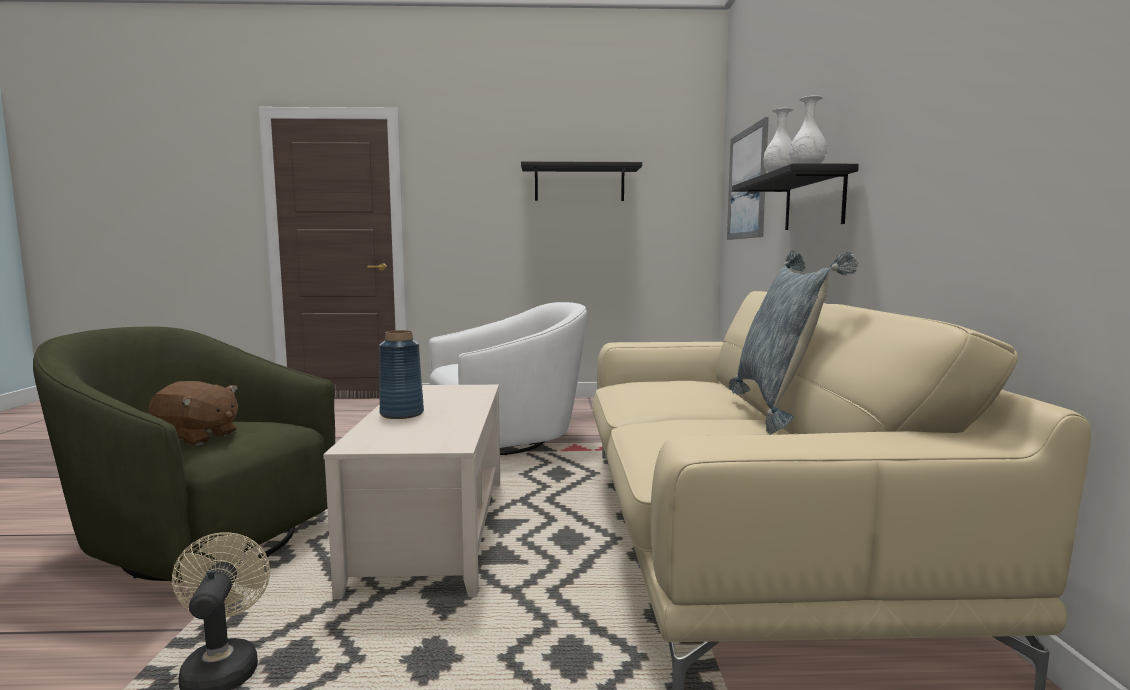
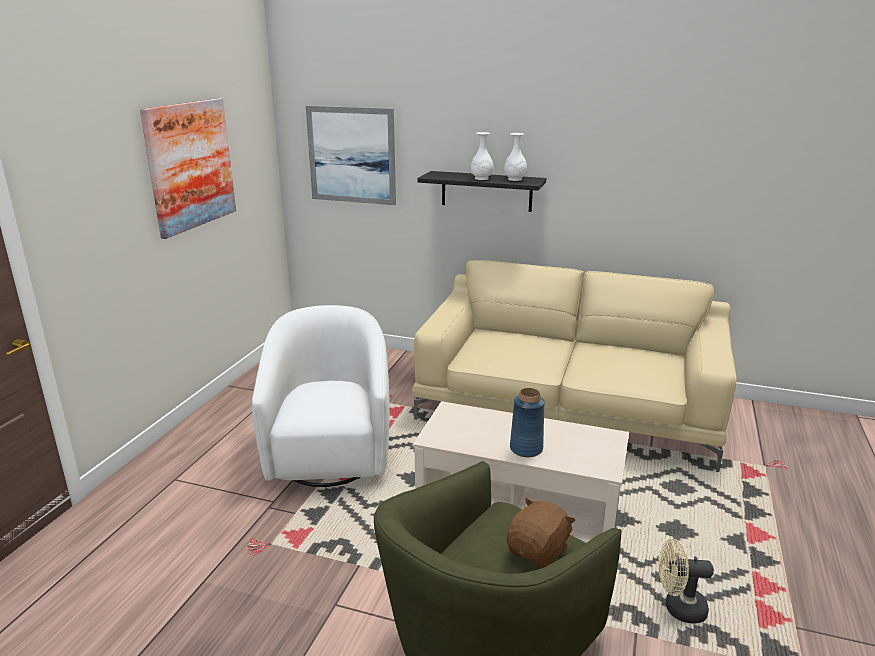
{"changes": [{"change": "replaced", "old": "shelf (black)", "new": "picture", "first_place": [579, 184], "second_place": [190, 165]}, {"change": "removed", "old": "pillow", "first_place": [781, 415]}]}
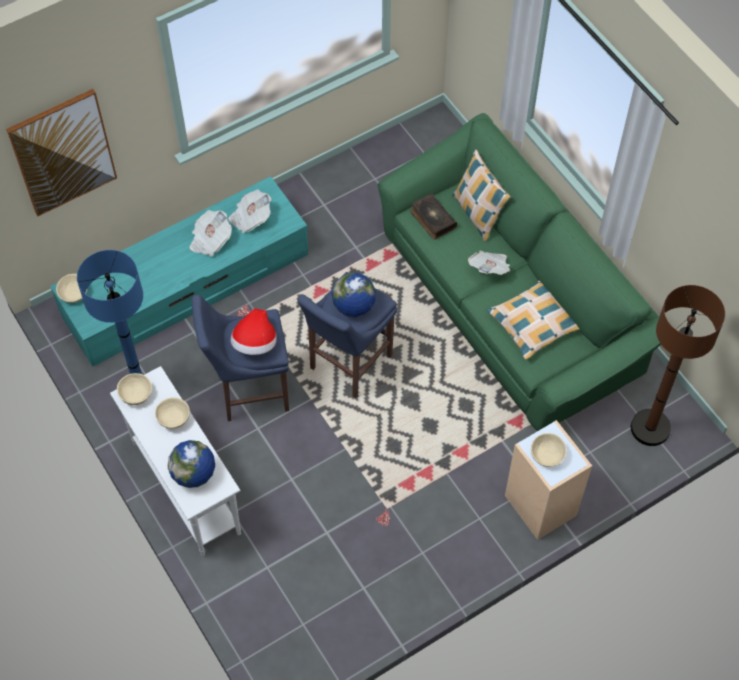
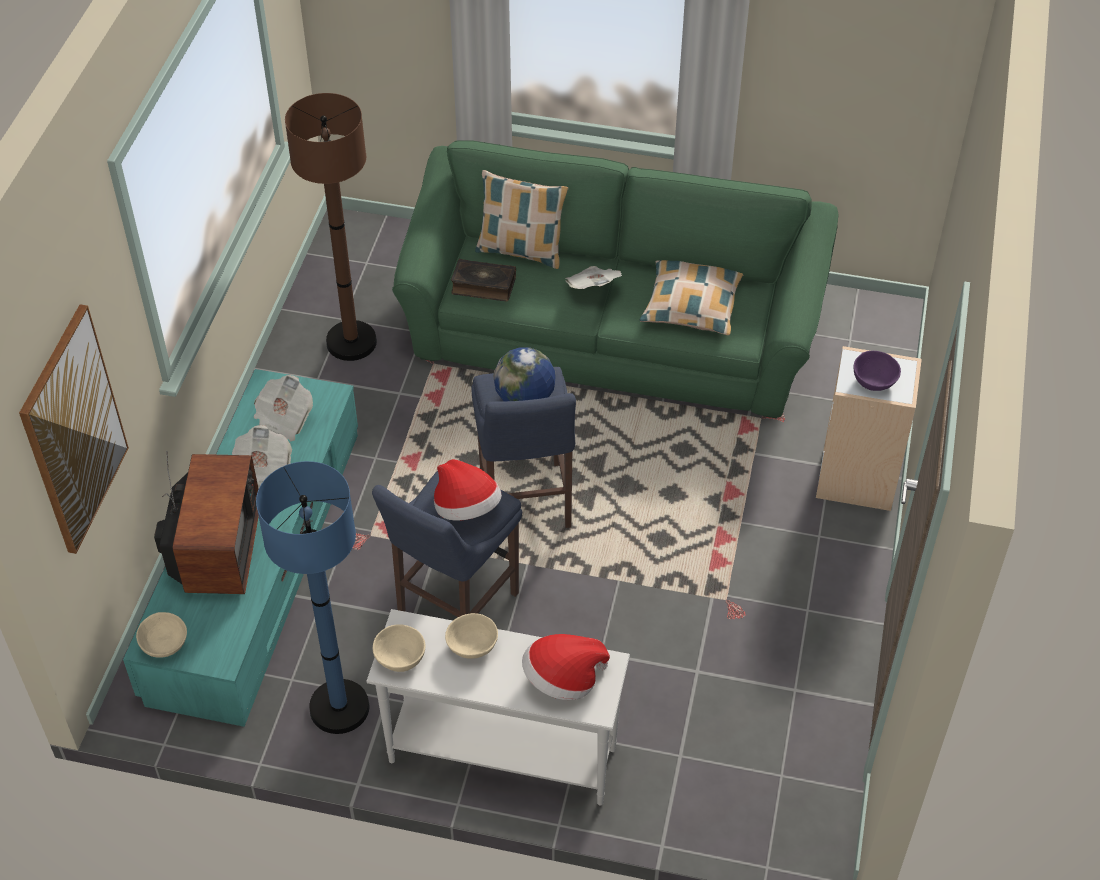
{"changes": [{"change": "replaced", "old": "globe", "new": "hat", "first_place": [194, 474], "second_place": [563, 679]}, {"change": "recoloured", "old": "bowl (beige)", "new": "bowl (purple)", "first_place": [546, 455], "second_place": [873, 381]}, {"change": "moved", "old": "floor lamp (brown)", "first_place": [650, 428], "second_place": [351, 342]}, {"change": "added", "new": "television", "second_place": [215, 552]}]}
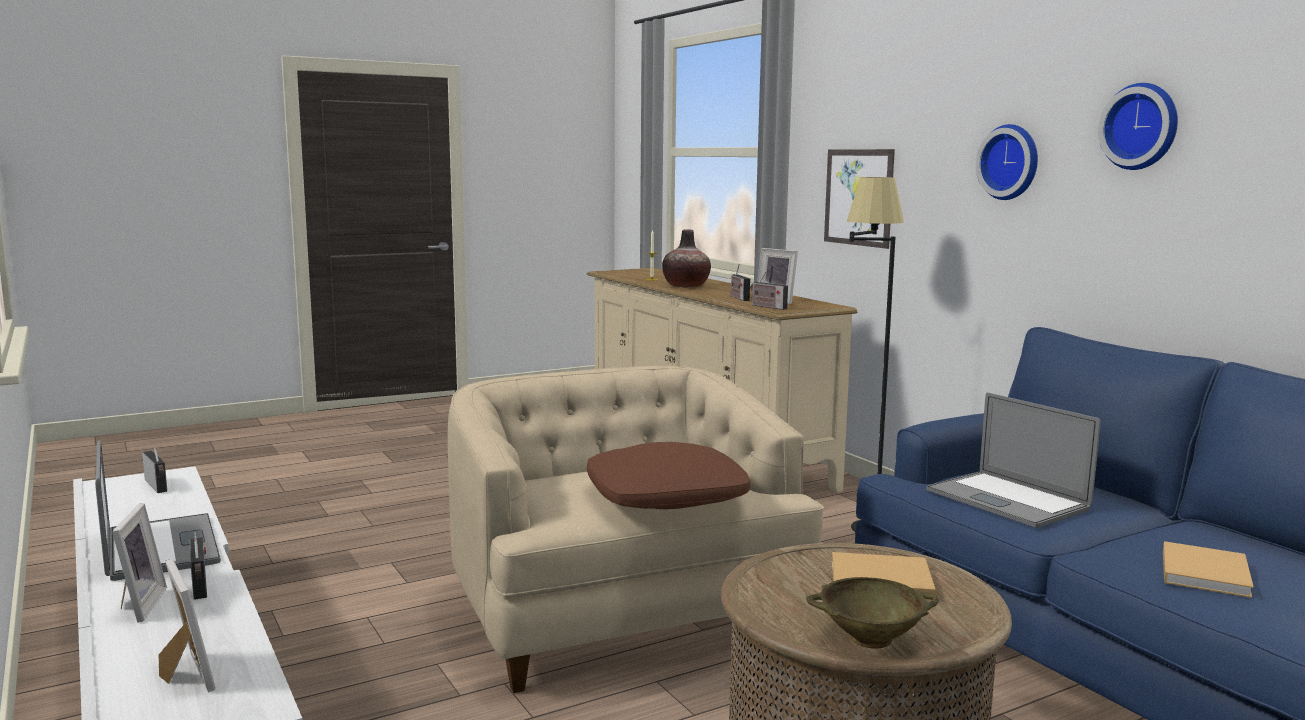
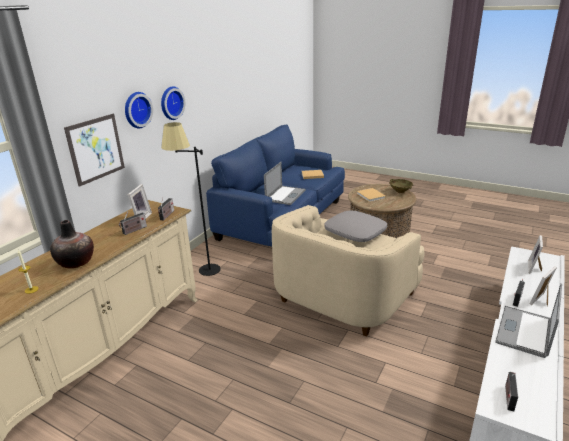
{"changes": [{"change": "recoloured", "old": "pillow (brown)", "new": "pillow (grey)", "first_place": [666, 496], "second_place": [355, 232]}, {"change": "moved", "old": "wall clock", "first_place": [1142, 126], "second_place": [136, 110]}]}
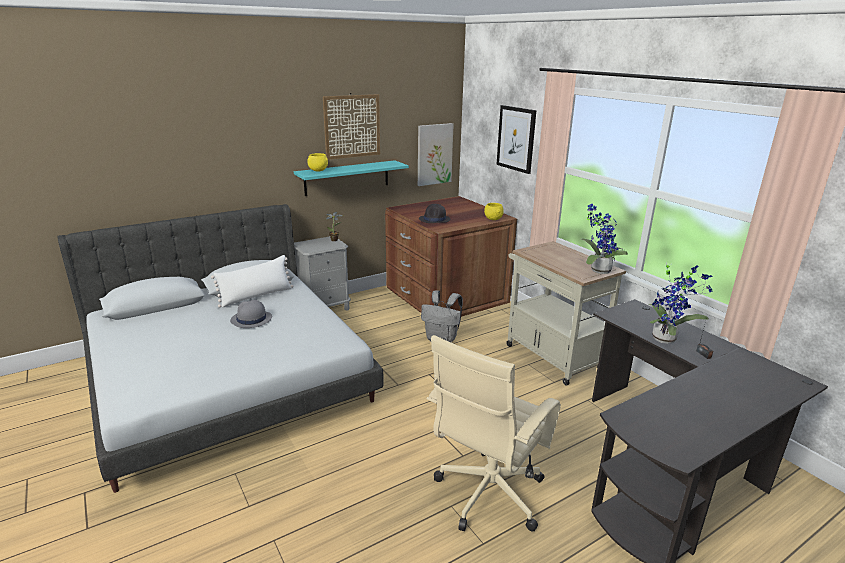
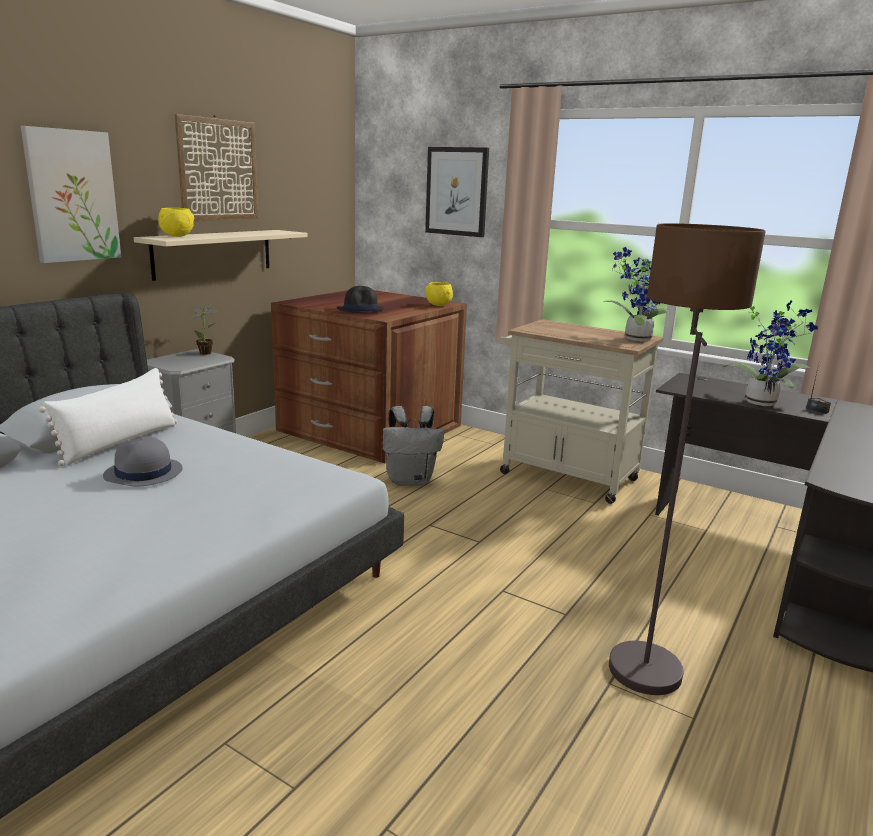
{"changes": [{"change": "recoloured", "old": "shelf (turquoise)", "new": "shelf (beige)", "first_place": [347, 177], "second_place": [213, 253]}, {"change": "moved", "old": "picture", "first_place": [434, 154], "second_place": [72, 196]}, {"change": "replaced", "old": "office chair (beige)", "new": "floor lamp (brown)", "first_place": [487, 496], "second_place": [643, 657]}]}
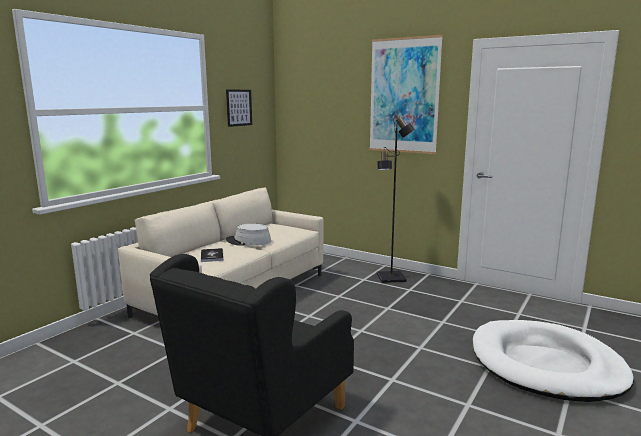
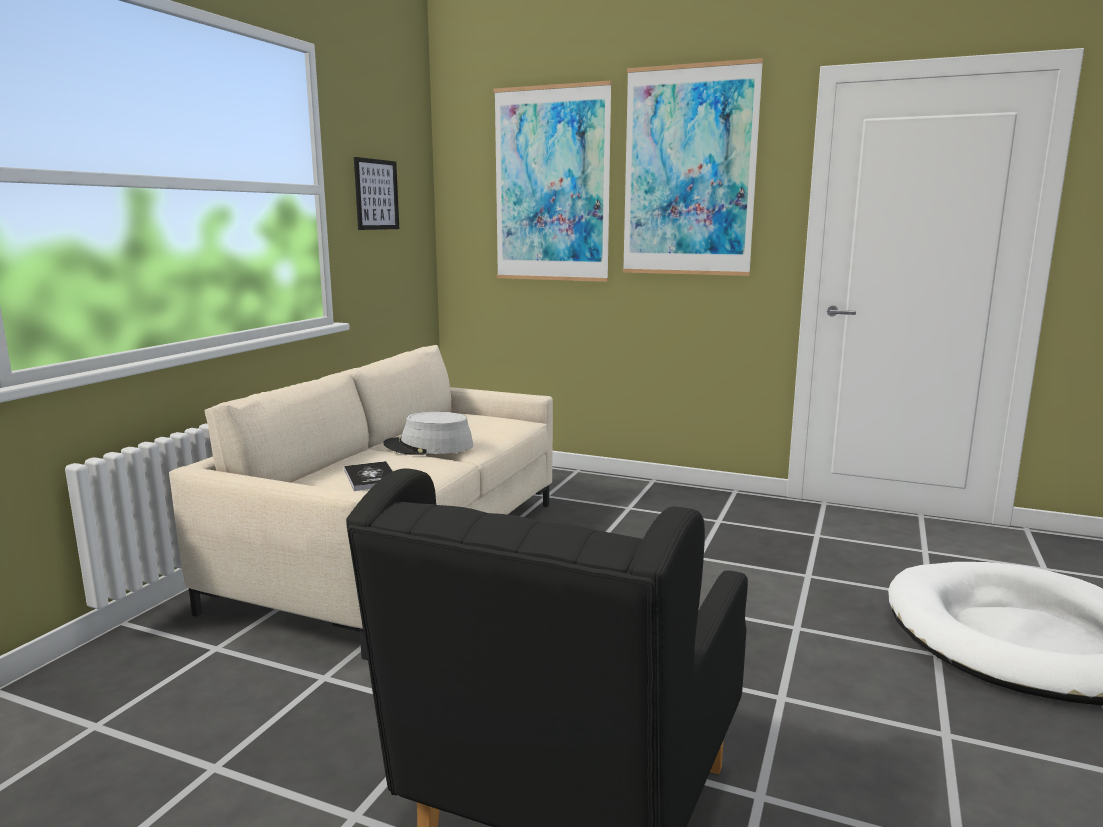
{"changes": [{"change": "removed", "old": "floor lamp (black)", "first_place": [391, 277]}, {"change": "added", "new": "picture", "second_place": [552, 185]}]}
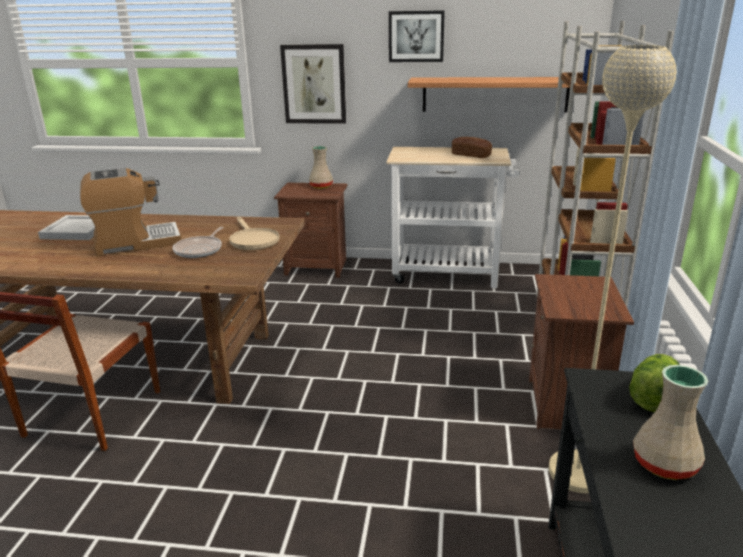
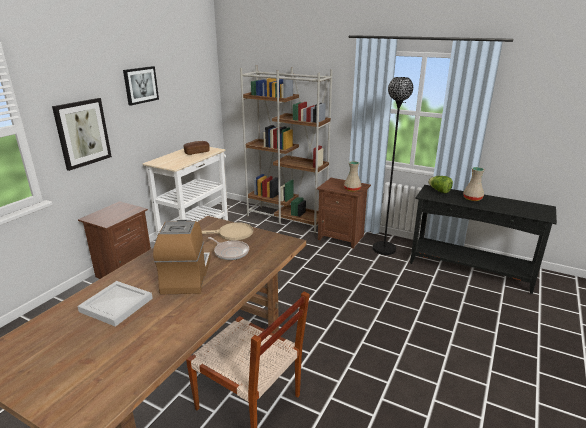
{"changes": [{"change": "moved", "old": "vase (beige)", "first_place": [320, 187], "second_place": [352, 189]}, {"change": "removed", "old": "shelf", "first_place": [494, 94]}, {"change": "recoloured", "old": "floor lamp (beige)", "new": "floor lamp (black)", "first_place": [578, 473], "second_place": [384, 249]}]}
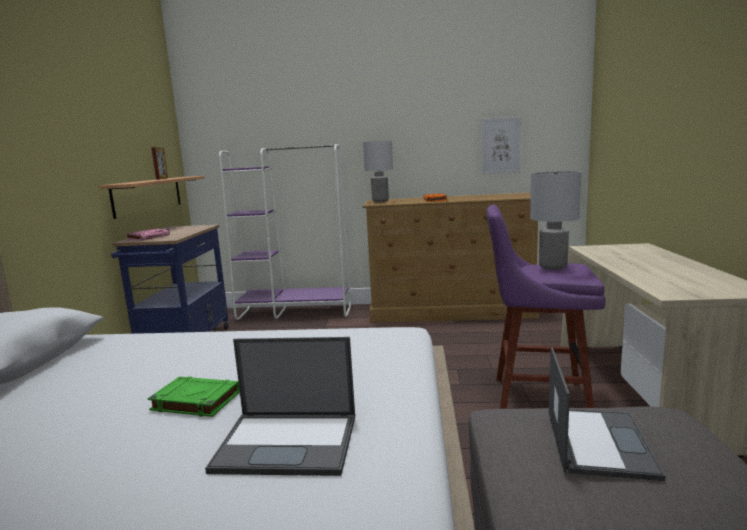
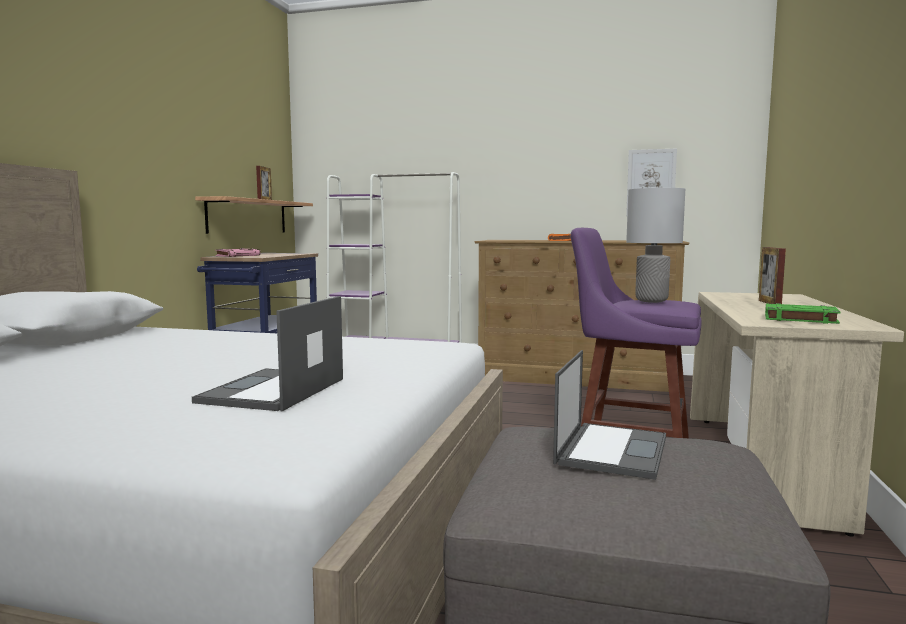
{"changes": [{"change": "moved", "old": "book (green)", "first_place": [195, 401], "second_place": [799, 319]}, {"change": "turned", "old": "laptop", "first_place": [289, 442], "second_place": [273, 391], "degrees": 90}, {"change": "removed", "old": "table lamp (grey)", "first_place": [380, 201]}, {"change": "added", "new": "picture frame", "second_place": [769, 303]}]}
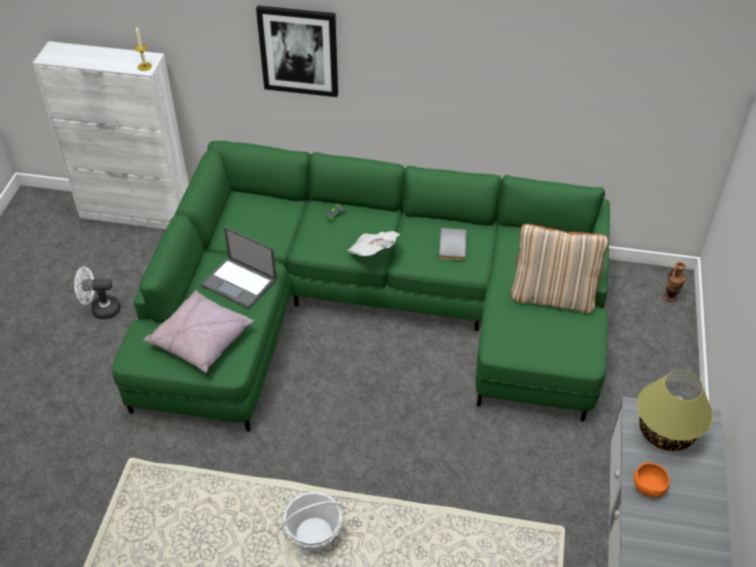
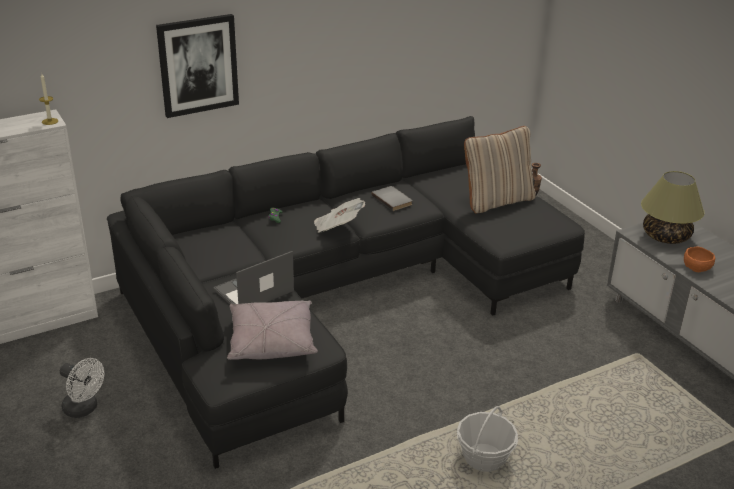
{"changes": [{"change": "turned", "old": "fan (white)", "first_place": [101, 310], "second_place": [84, 409], "degrees": -105}, {"change": "recoloured", "old": "sofa (green)", "new": "sofa (black)", "first_place": [369, 309], "second_place": [337, 296]}, {"change": "turned", "old": "laptop", "first_place": [240, 283], "second_place": [253, 291], "degrees": 150}]}
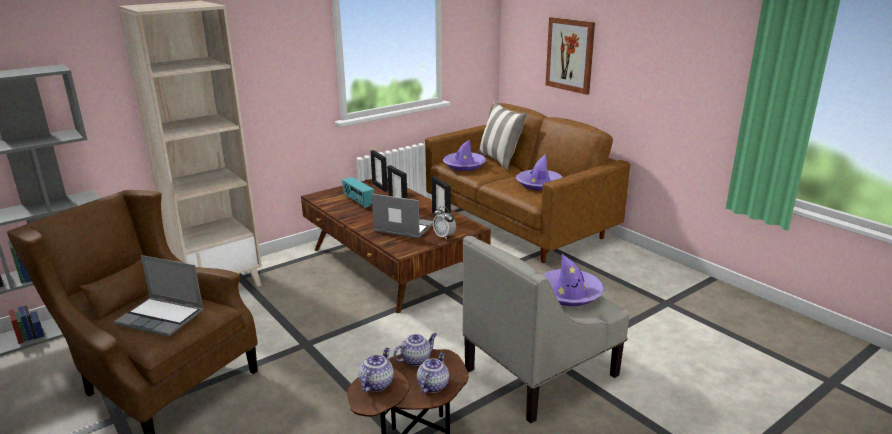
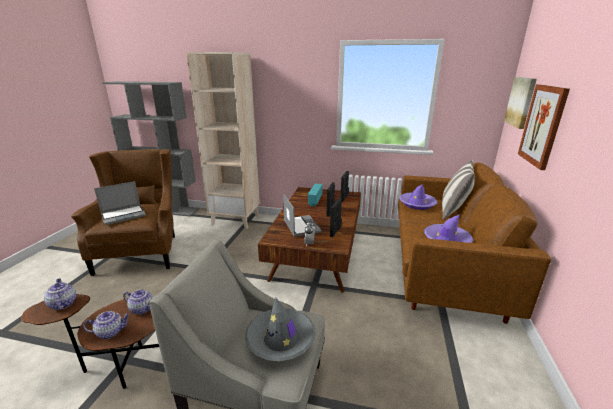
{"changes": [{"change": "turned", "old": "laptop", "first_place": [162, 317], "second_place": [124, 215], "degrees": -105}, {"change": "turned", "old": "teapot", "first_place": [376, 383], "second_place": [63, 304], "degrees": -105}, {"change": "recoloured", "old": "hat (purple)", "new": "hat (grey)", "first_place": [569, 293], "second_place": [281, 339]}, {"change": "added", "new": "picture", "second_place": [521, 102]}]}
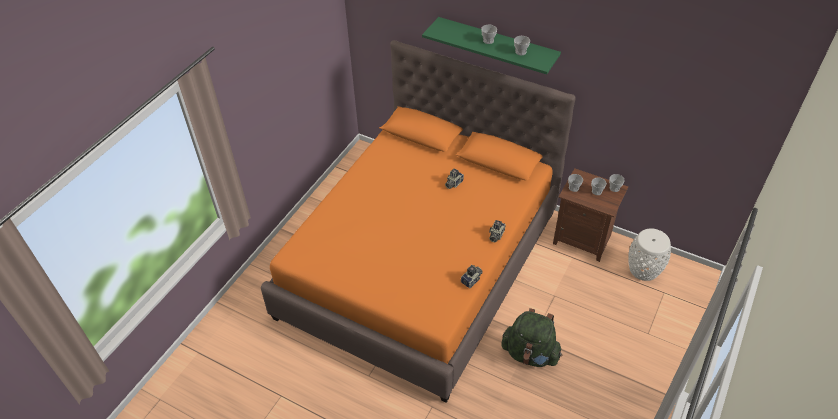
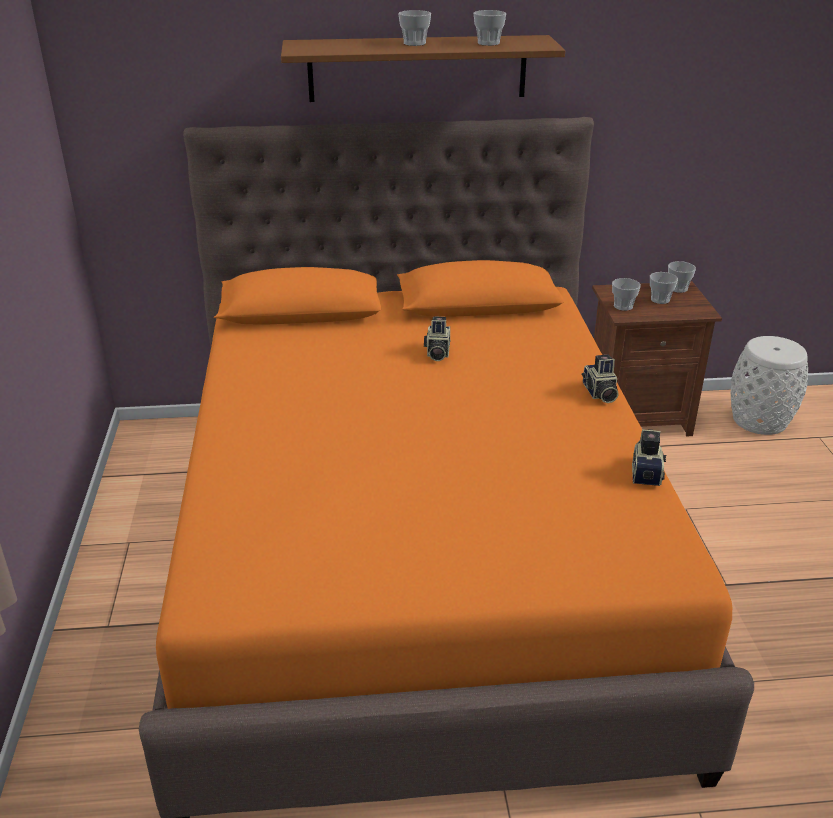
{"changes": [{"change": "recoloured", "old": "shelf (green)", "new": "shelf (brown)", "first_place": [496, 46], "second_place": [417, 68]}, {"change": "removed", "old": "backpack (green)", "first_place": [530, 353]}]}
